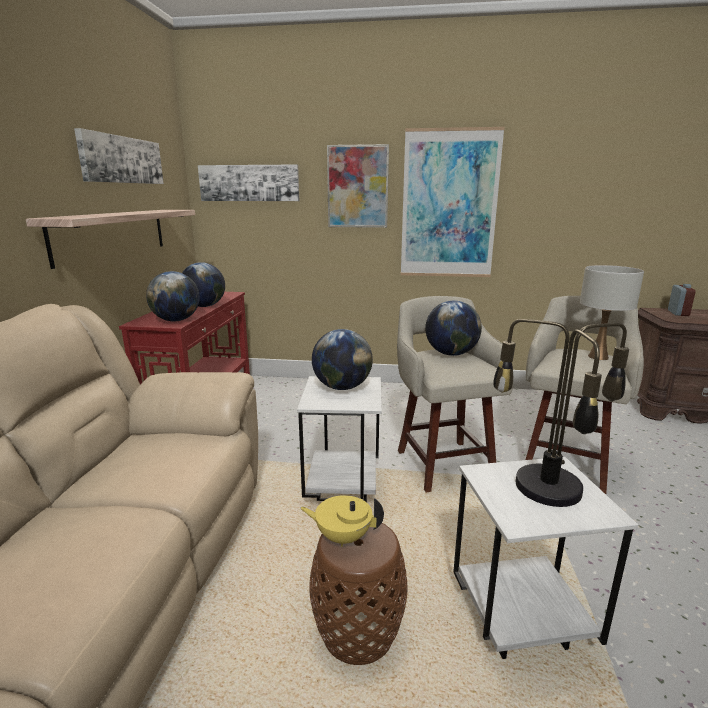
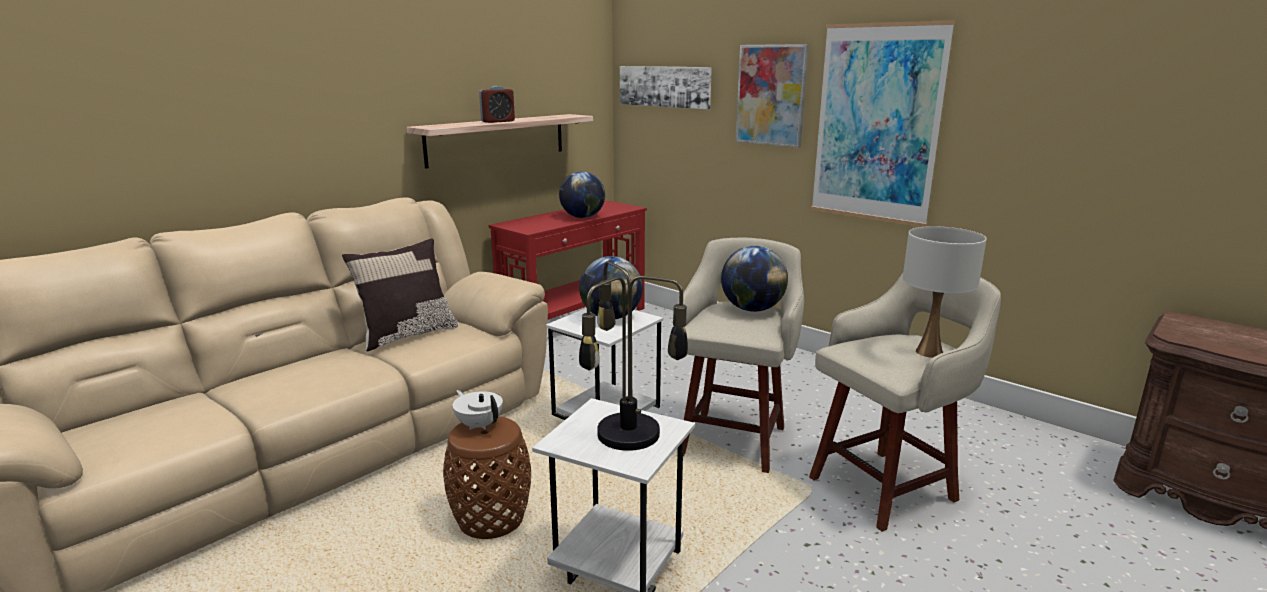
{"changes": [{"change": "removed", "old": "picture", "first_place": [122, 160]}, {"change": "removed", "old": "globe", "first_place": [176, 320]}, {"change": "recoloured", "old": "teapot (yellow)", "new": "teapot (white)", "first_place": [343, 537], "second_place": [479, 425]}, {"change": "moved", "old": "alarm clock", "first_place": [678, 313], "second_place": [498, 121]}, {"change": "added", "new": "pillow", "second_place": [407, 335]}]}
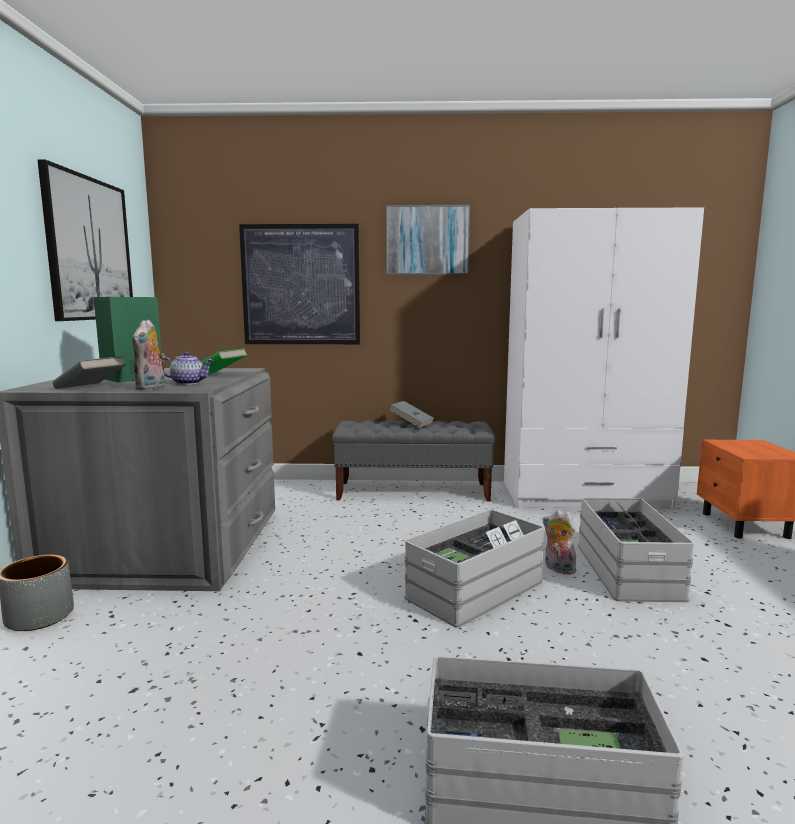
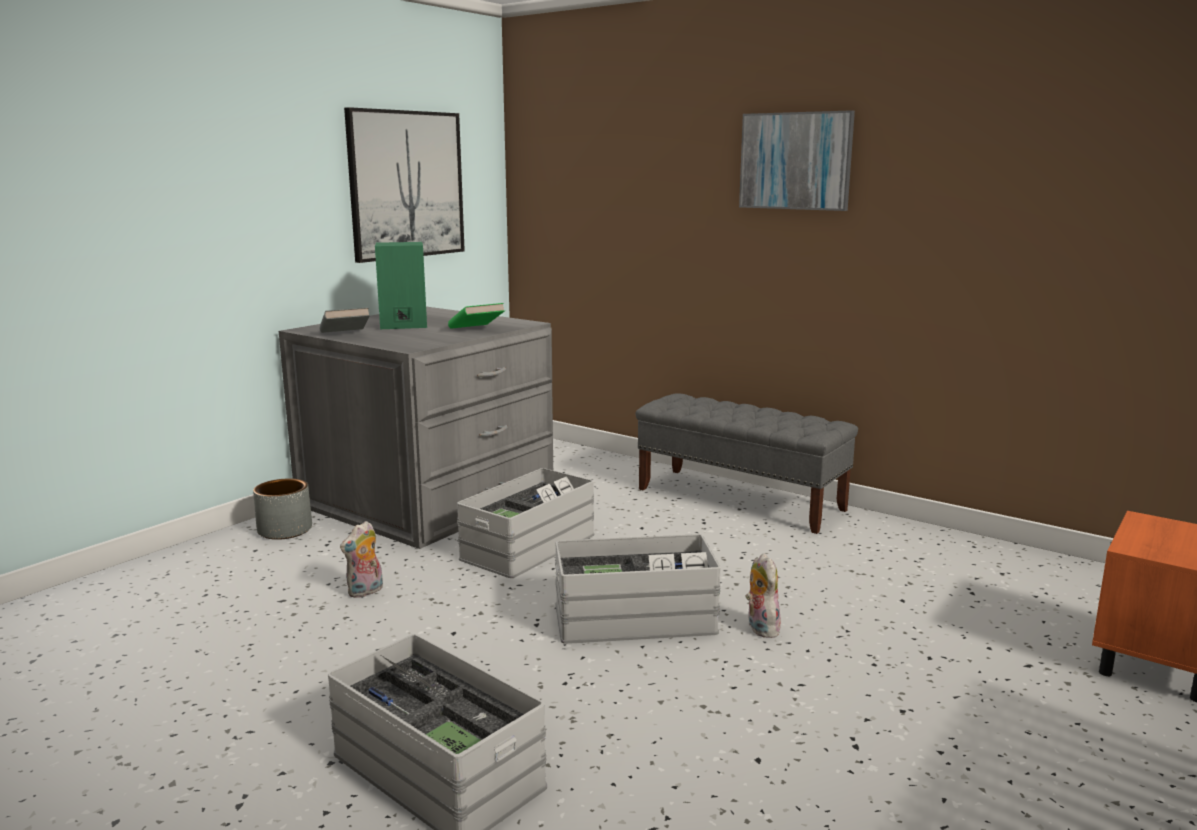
{"changes": [{"change": "moved", "old": "plush toy", "first_place": [151, 388], "second_place": [365, 592]}, {"change": "removed", "old": "teapot", "first_place": [188, 383]}, {"change": "removed", "old": "picture", "first_place": [301, 285]}, {"change": "removed", "old": "book (grey)", "first_place": [411, 423]}, {"change": "removed", "old": "wardrobe (white)", "first_place": [584, 495]}, {"change": "moved", "old": "storage box (grey)", "first_place": [626, 570], "second_place": [527, 546]}]}
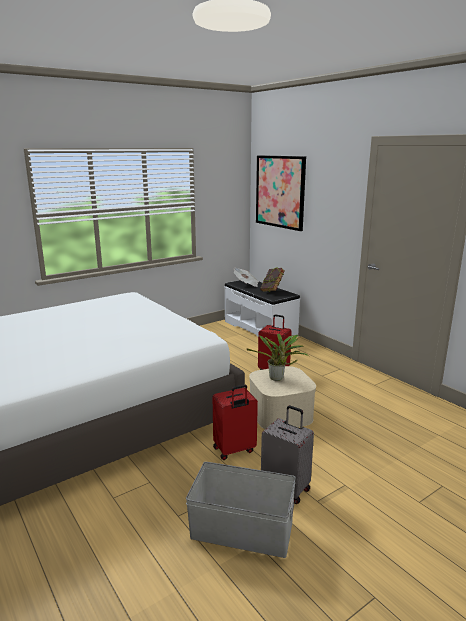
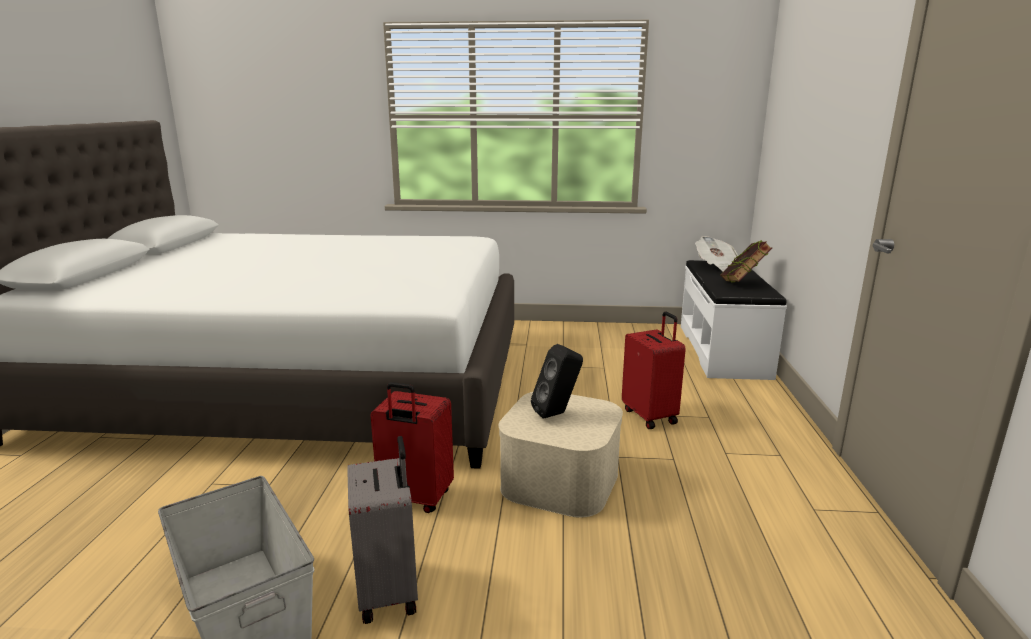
{"changes": [{"change": "replaced", "old": "potted plant", "new": "speaker (black)", "first_place": [277, 379], "second_place": [557, 414]}, {"change": "removed", "old": "picture", "first_place": [280, 191]}]}
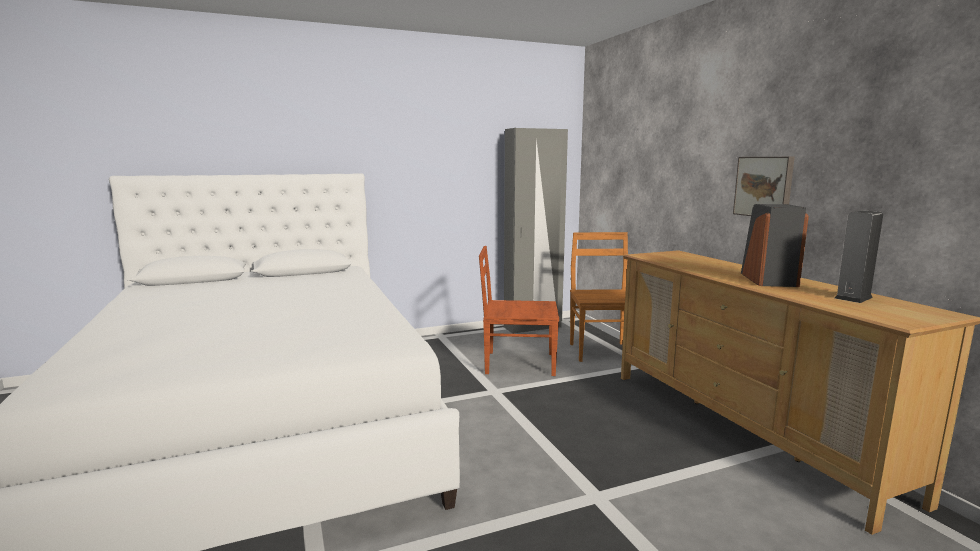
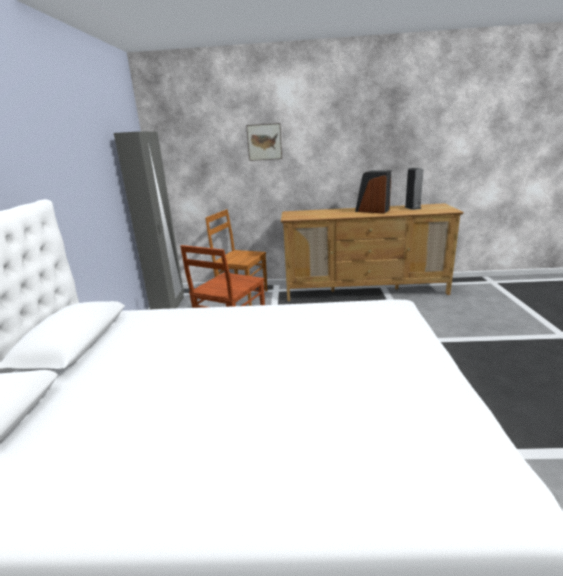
{"changes": [{"change": "moved", "old": "picture", "first_place": [764, 187], "second_place": [264, 142]}]}
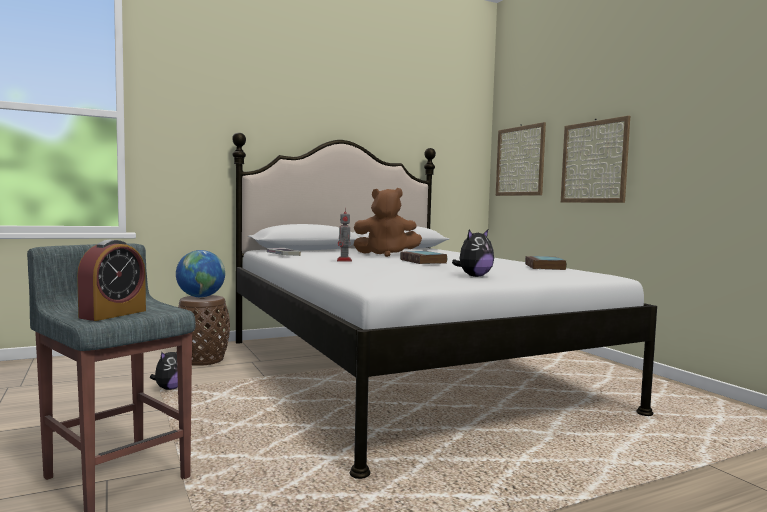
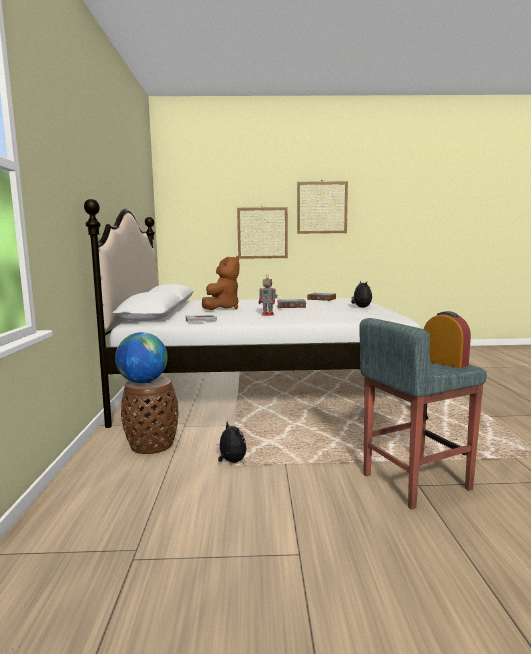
{"changes": [{"change": "moved", "old": "picture", "first_place": [520, 160], "second_place": [322, 206]}]}
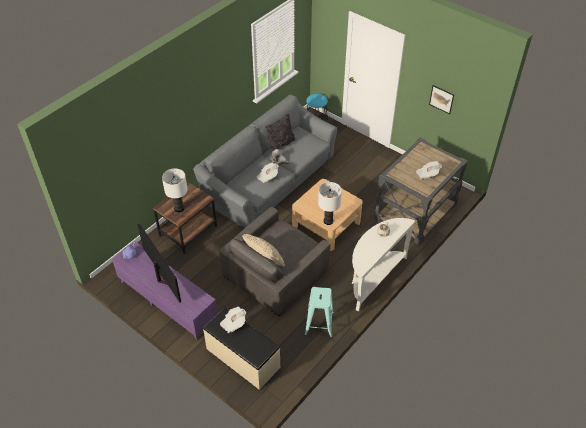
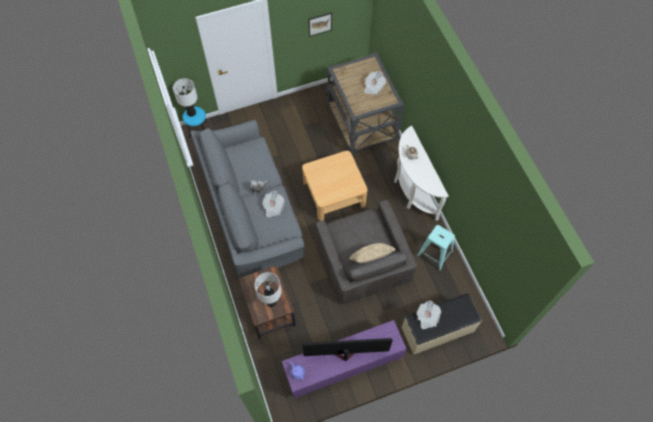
{"changes": [{"change": "removed", "old": "pillow (black)", "first_place": [280, 144]}, {"change": "moved", "old": "table lamp (white)", "first_place": [328, 221], "second_place": [191, 112]}]}
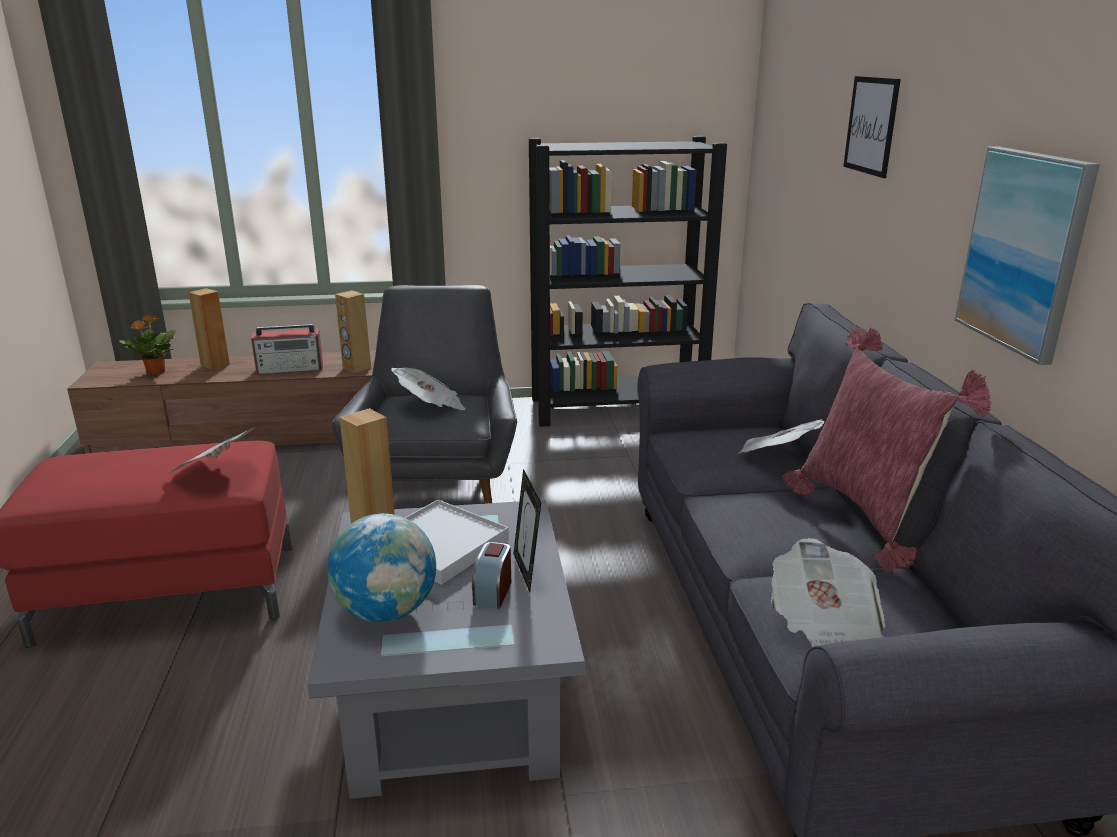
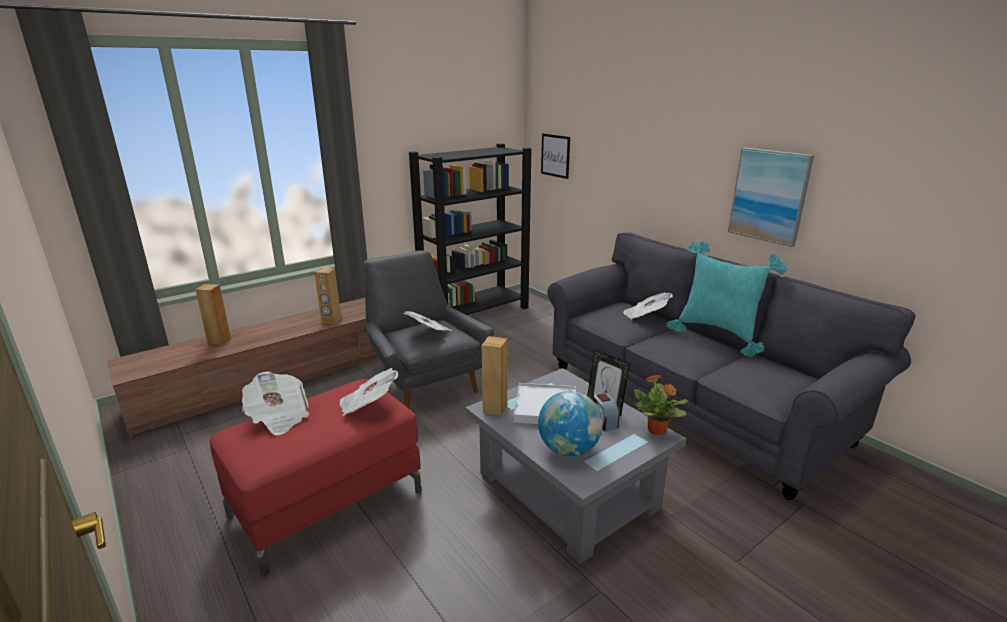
{"changes": [{"change": "moved", "old": "potted plant", "first_place": [155, 372], "second_place": [657, 430]}, {"change": "removed", "old": "radio", "first_place": [291, 369]}, {"change": "moved", "old": "newspaper", "first_place": [824, 628], "second_place": [278, 417]}, {"change": "recoloured", "old": "pillow (red)", "new": "pillow (turquoise)", "first_place": [864, 526], "second_place": [717, 340]}, {"change": "moved", "old": "picture", "first_place": [871, 125], "second_place": [555, 155]}]}
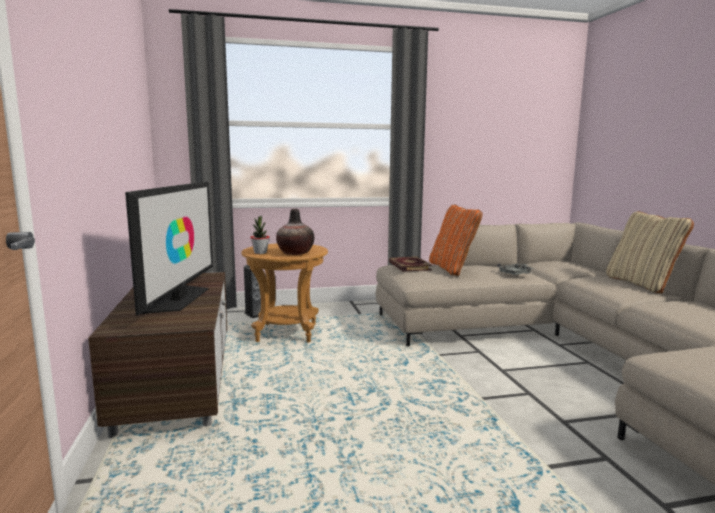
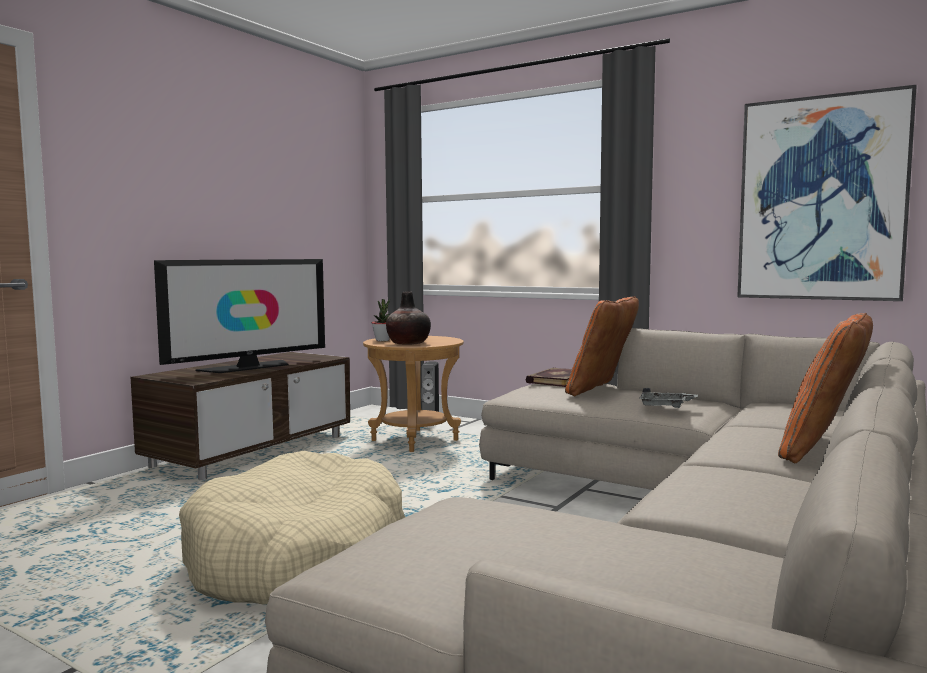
{"changes": [{"change": "recoloured", "old": "pillow (beige)", "new": "pillow (orange)", "first_place": [641, 284], "second_place": [824, 450]}, {"change": "added", "new": "dog bed (beige)", "second_place": [297, 556]}, {"change": "added", "new": "picture", "second_place": [821, 199]}]}
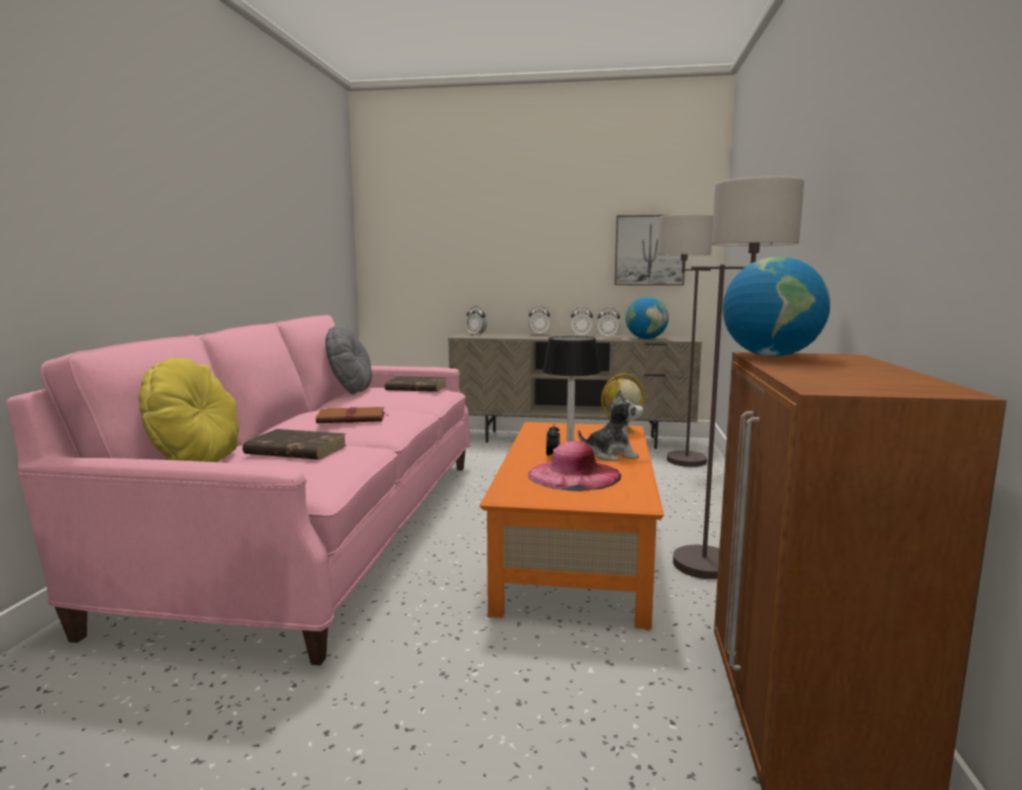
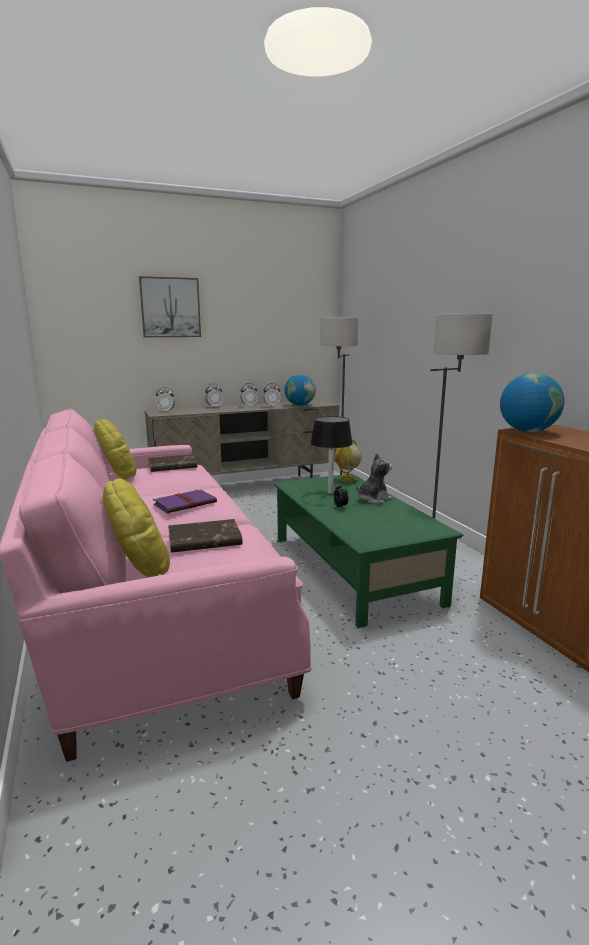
{"changes": [{"change": "recoloured", "old": "book (brown)", "new": "book (purple)", "first_place": [353, 418], "second_place": [186, 503]}, {"change": "recoloured", "old": "pillow (grey)", "new": "pillow (yellow)", "first_place": [350, 391], "second_place": [117, 477]}, {"change": "recoloured", "old": "coffee table (orange)", "new": "coffee table (green)", "first_place": [574, 550], "second_place": [351, 568]}, {"change": "removed", "old": "hat (pink)", "first_place": [574, 475]}, {"change": "moved", "old": "picture", "first_place": [650, 250], "second_place": [170, 307]}]}
